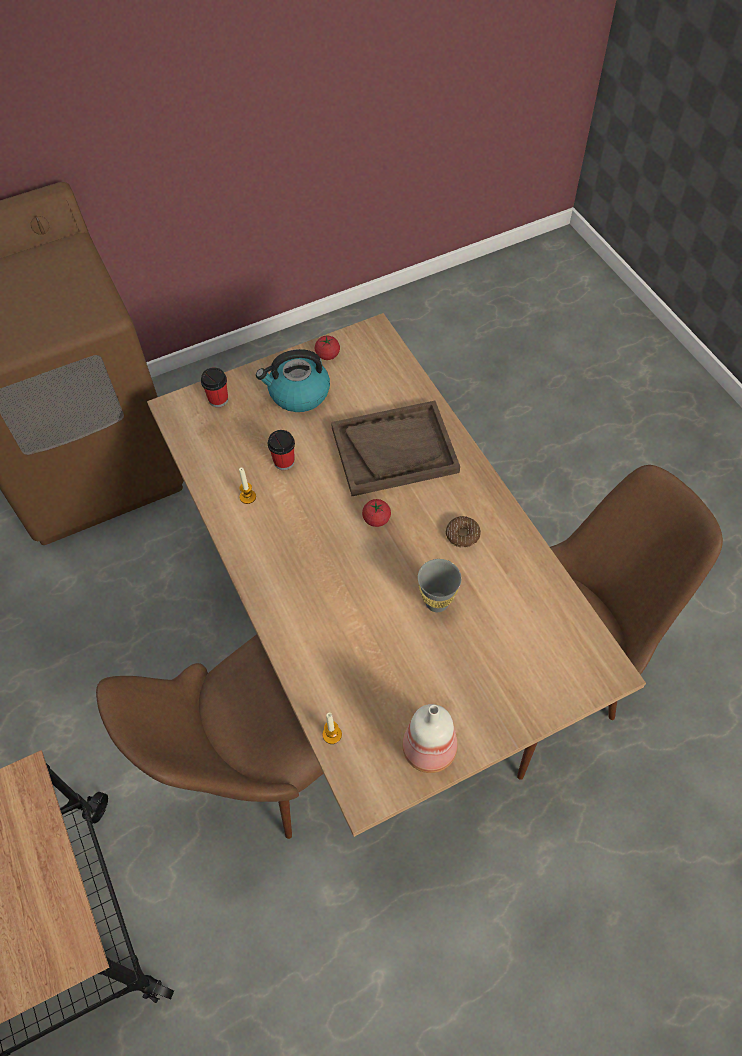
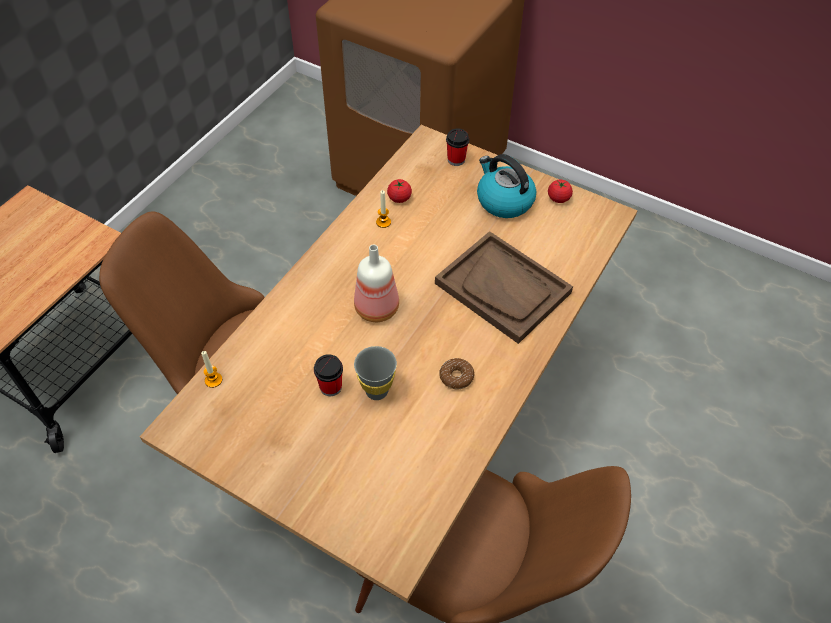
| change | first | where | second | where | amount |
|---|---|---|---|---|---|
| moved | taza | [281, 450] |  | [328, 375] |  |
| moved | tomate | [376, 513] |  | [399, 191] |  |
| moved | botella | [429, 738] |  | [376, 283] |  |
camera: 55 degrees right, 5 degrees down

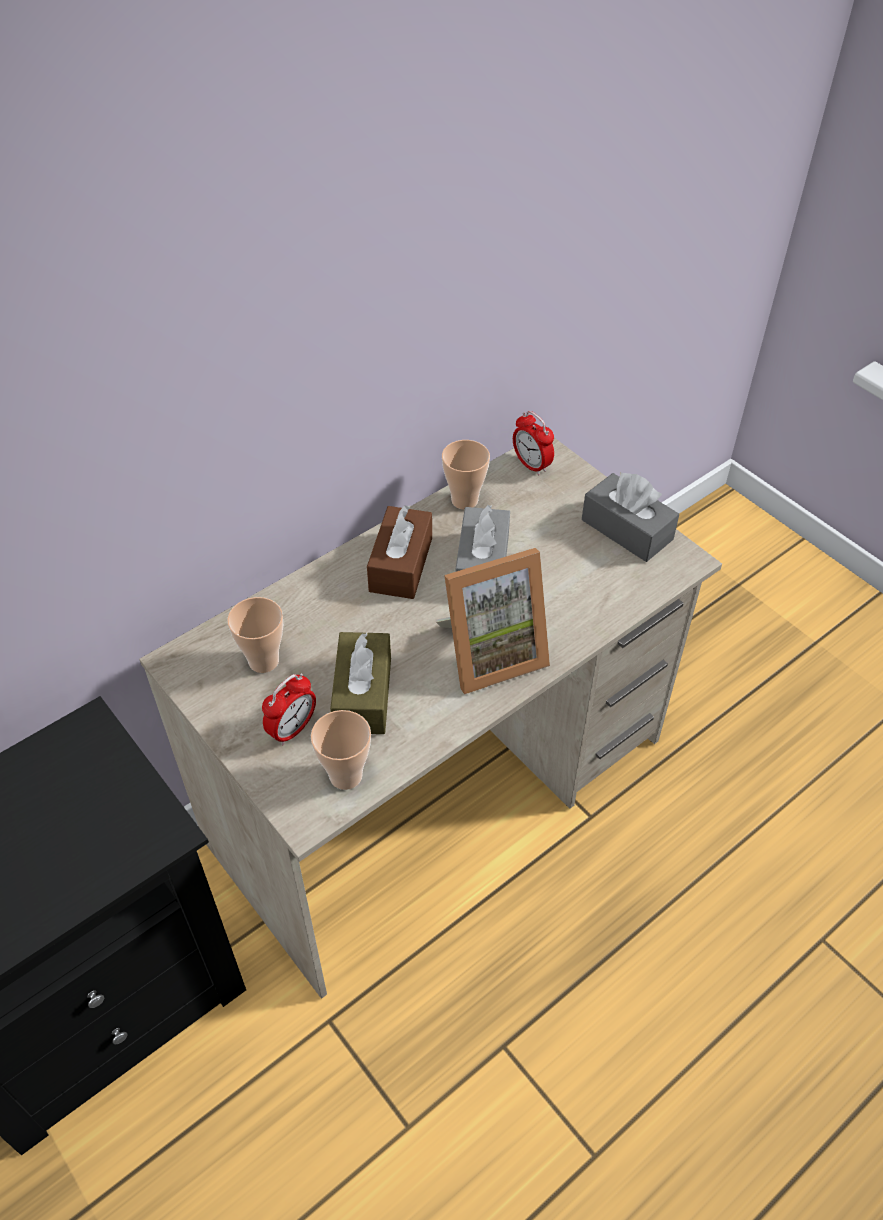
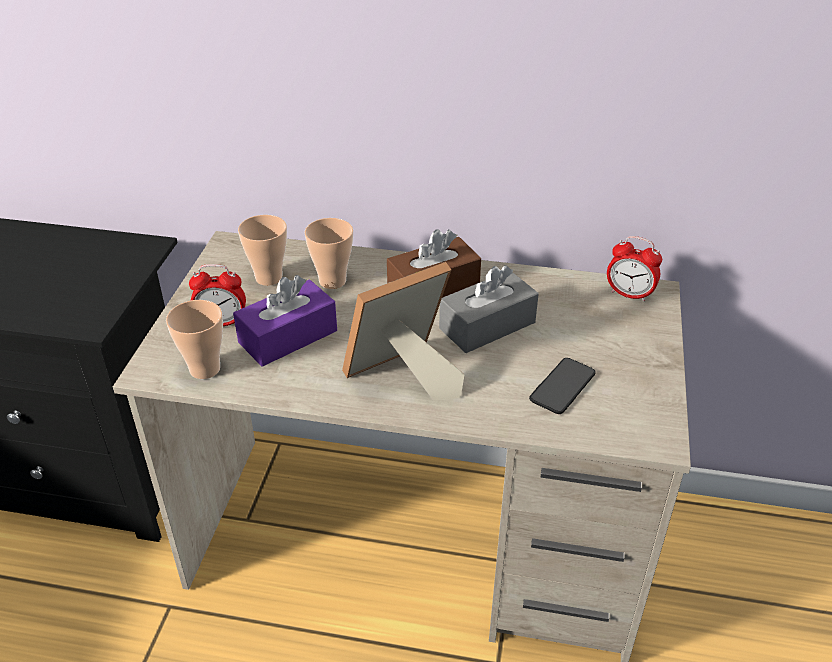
| change | first | where | second | where | amount |
|---|---|---|---|---|---|
| turned | despertador | [533, 443] |  | [634, 269] | 75 degrees counterclockwise |
| moved | taza | [466, 475] |  | [328, 253] |  |
| removed | caja de pañuelos [gris] | [630, 517] |  |  |  |
| turned | portarretratos | [493, 621] |  | [403, 331] | 120 degrees clockwise |
| recoloured | caja de pañuelos [marrón] | [360, 683] | caja de pañuelos [morado] | [285, 321] |  |
| added |  |  | móvil | [562, 386] |  |
camera: 50 degrees right, 10 degrees down

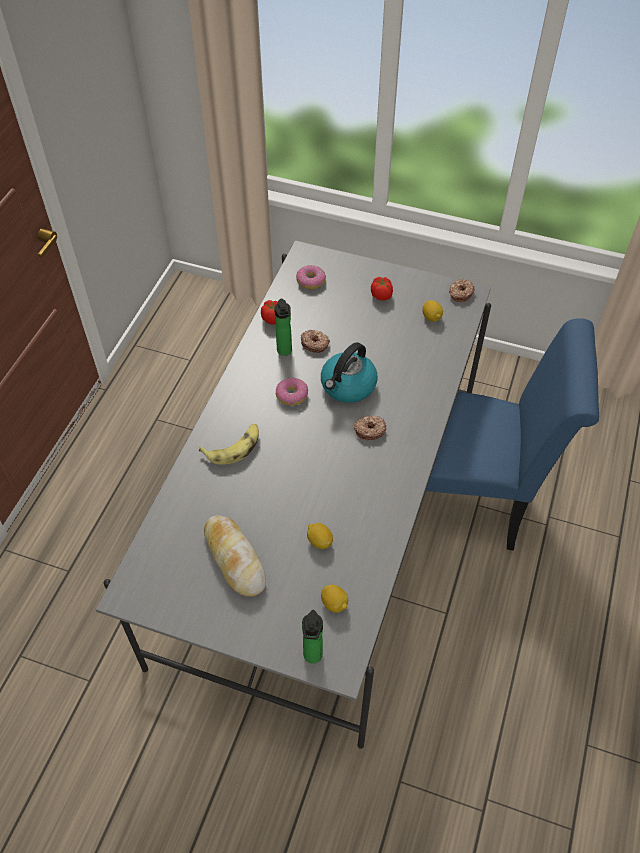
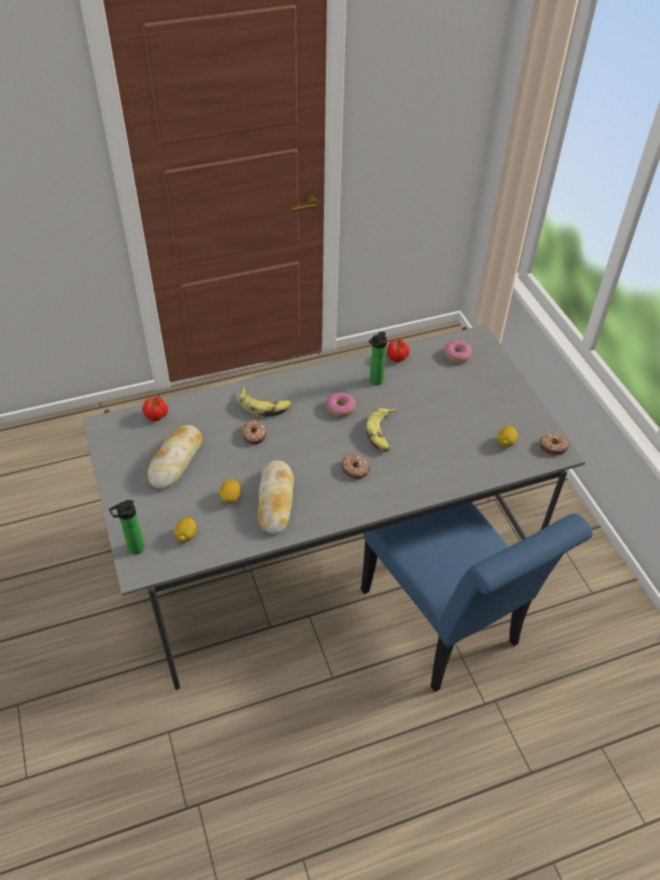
| change | first | where | second | where | amount |
|---|---|---|---|---|---|
| moved | tomate | [382, 289] |  | [155, 409] |  |
| moved | rosquilla | [315, 341] |  | [254, 432] |  |
| replaced | hervidor | [349, 372] | plátano | [381, 430] |  |
| added |  |  | pan | [276, 497] |  |
camera: 50 degrees right, 5 degrees down

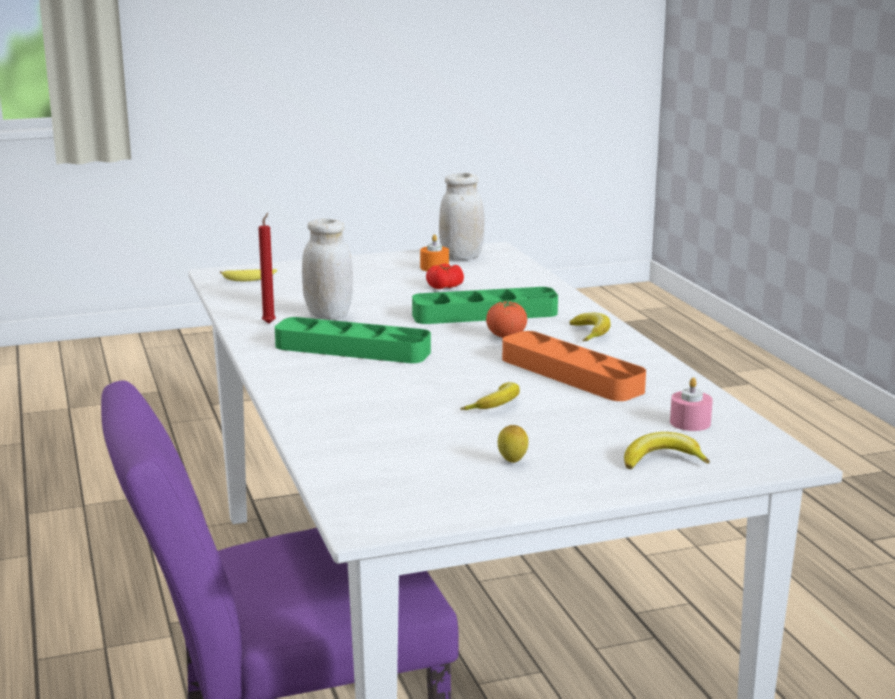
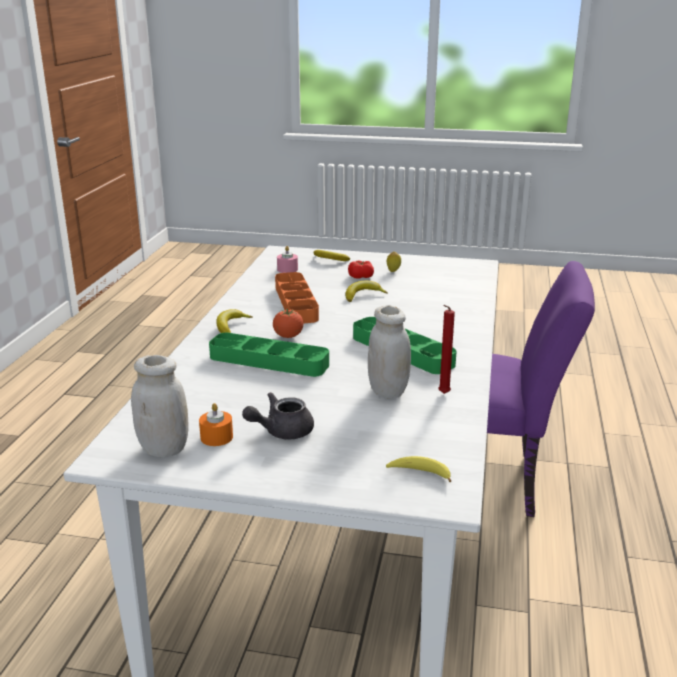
| change | first | where | second | where | amount |
|---|---|---|---|---|---|
| moved | tomate | [445, 276] |  | [361, 270] |  |
| added |  |  | tetera [gris] | [278, 416] |  |
camera: 150 degrees left, 5 degrees up

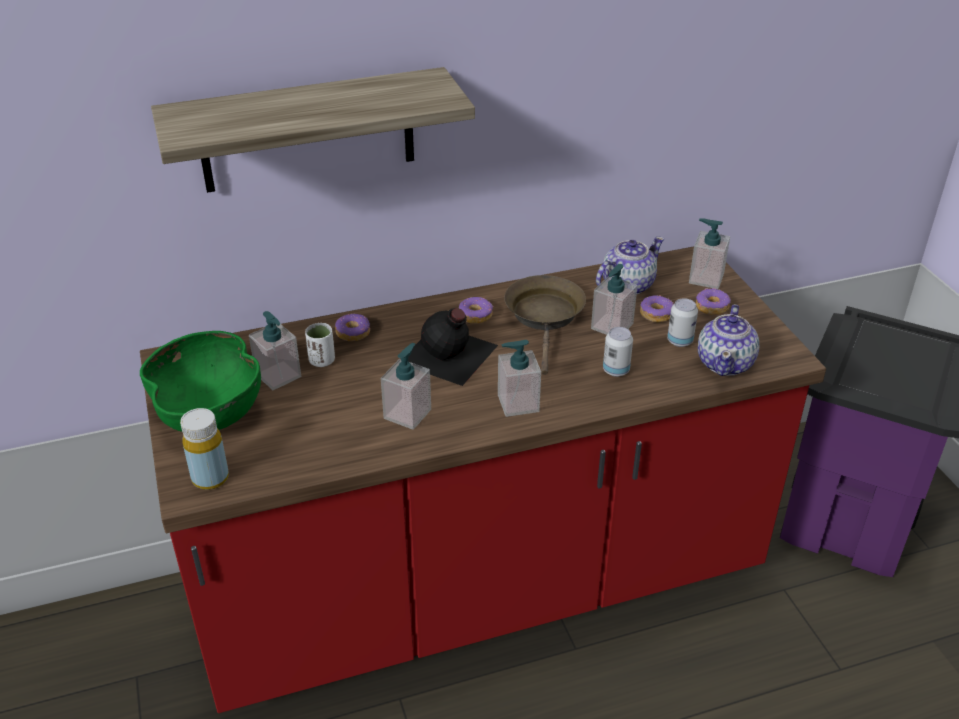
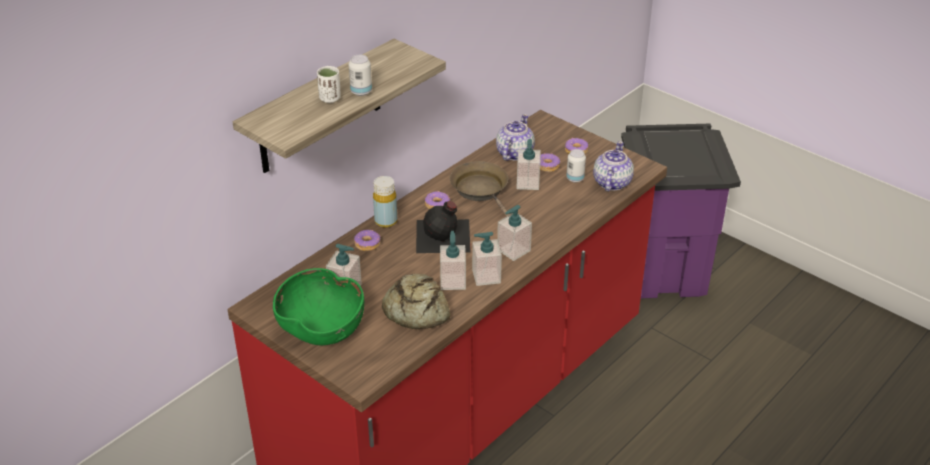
| change | first | where | second | where | amount |
|---|---|---|---|---|---|
| moved | dispensador de jabón | [709, 253] |  | [487, 259] |  |
| turned | tetera | [728, 340] |  | [613, 166] | 150 degrees counterclockwise |
| moved | taza [blanco] | [320, 345] |  | [329, 84] |  |
| moved | lata | [618, 352] |  | [360, 75] |  |
| moved | botella [amarillo] | [204, 449] |  | [385, 202] |  |
| added |  |  | pan | [416, 301] |  |
camera: 30 degrees left, 0 degrees up

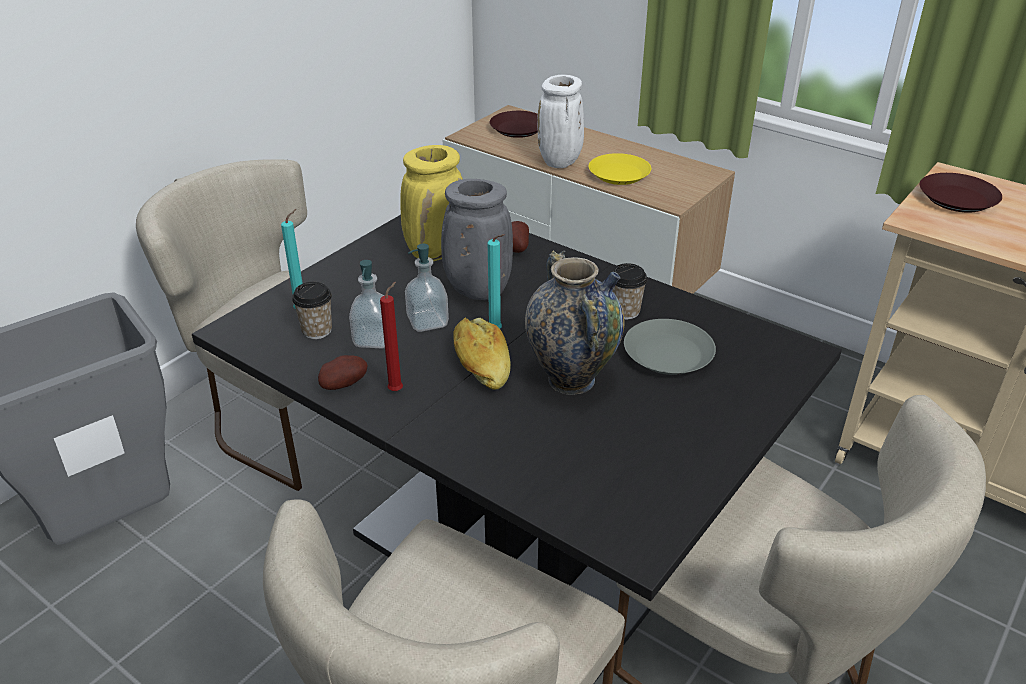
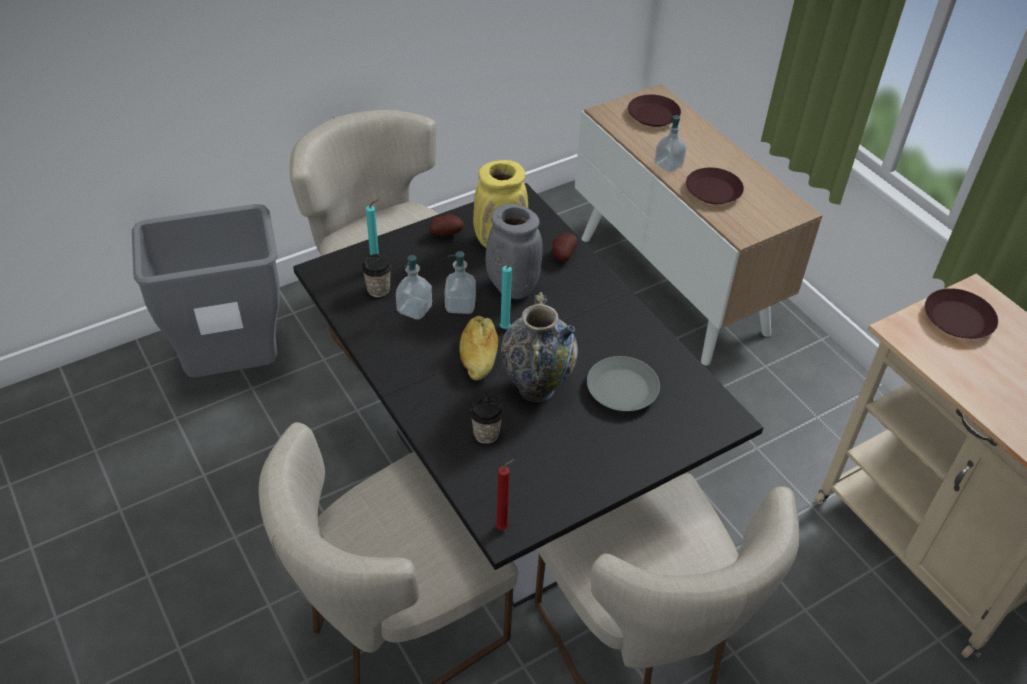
| change | first | where | second | where | amount |
|---|---|---|---|---|---|
| replaced | florero [blanco] | [560, 121] | dispensador de jabón | [670, 143] |  |
| recoloured | plato [amarillo] | [620, 169] | plato [marrón] | [715, 185] |  |
| moved | taza | [629, 291] |  | [487, 420] |  |
| moved | vela [rojo] | [391, 336] |  | [505, 494] |  |
| moved | patata | [342, 372] |  | [446, 225] |  |
camera: 20 degrees right, 10 degrees up

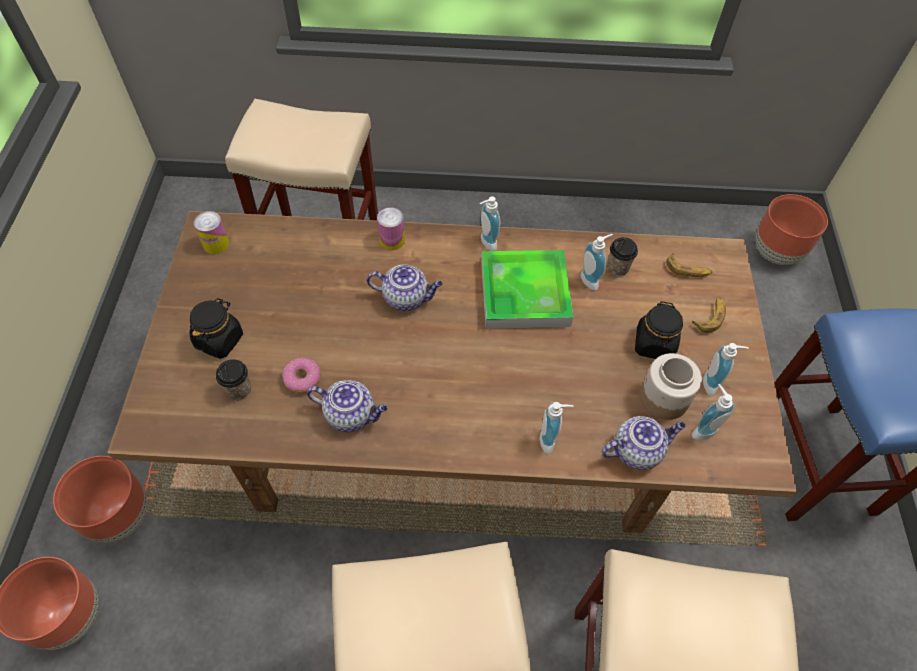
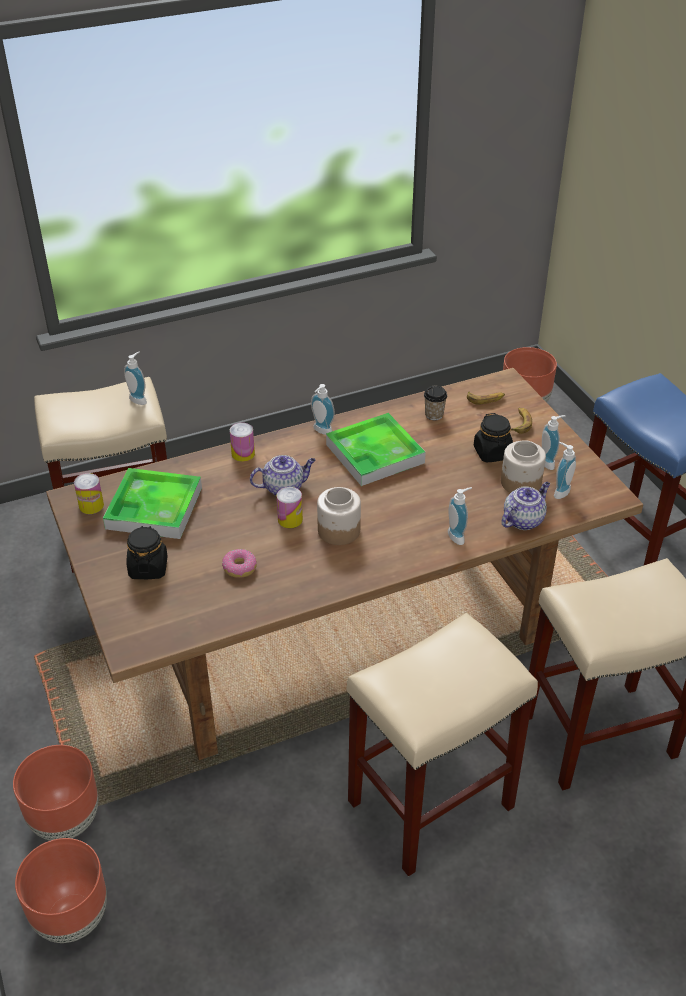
| change | first | where | second | where | amount |
|---|---|---|---|---|---|
| moved | dispensador de jabón | [596, 262] |  | [135, 378] |  |
| removed | taza | [233, 379] |  |  |  |
| removed | tetera | [347, 406] |  |  |  |
| added |  |  | bandeja | [152, 503] |  |
| added |  |  | lata | [290, 507] |  |
| added |  |  | tarro | [339, 516] |  |
camera: 25 degrees left, 15 degrees down

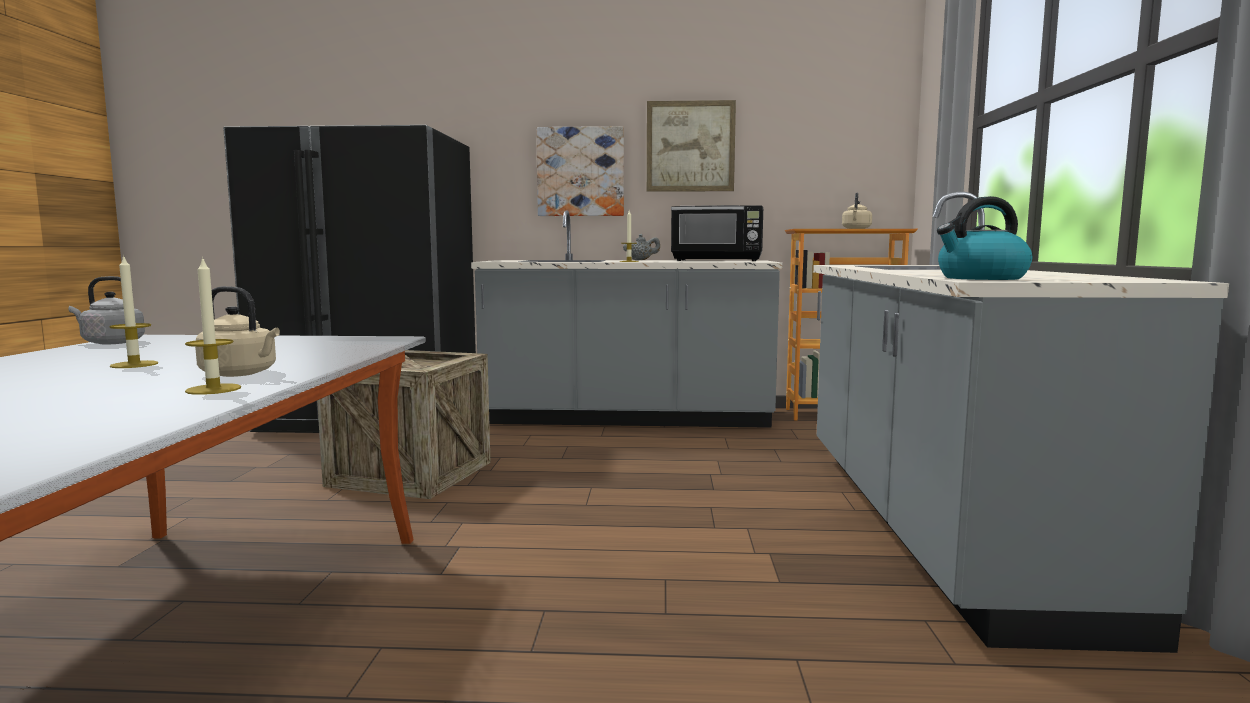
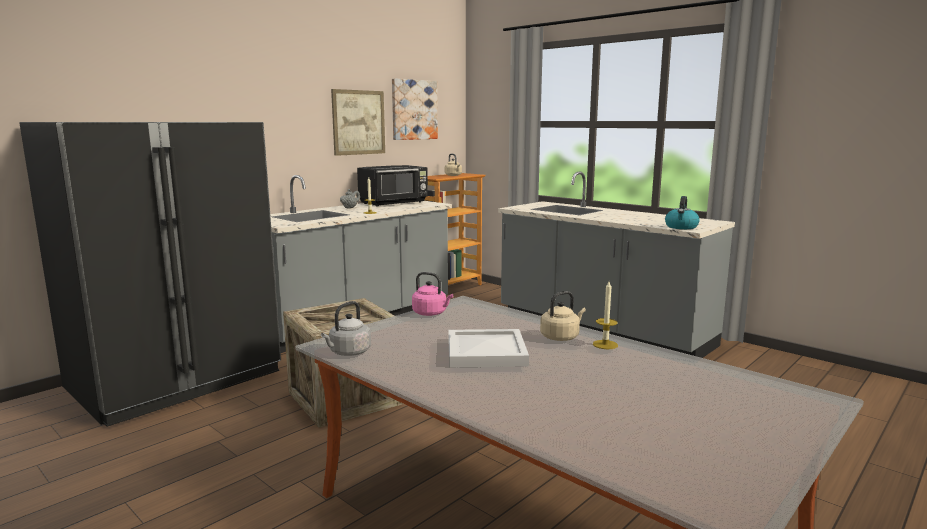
| change | first | where | second | where | amount |
|---|---|---|---|---|---|
| moved | cuadro | [580, 171] |  | [415, 109] |  |
| replaced | vela | [133, 311] | bandeja [blanco] | [488, 348] |  |
| added |  |  | hervidor [rosa] | [432, 294] |  |
camera: 50 degrees left, 5 degrees up

